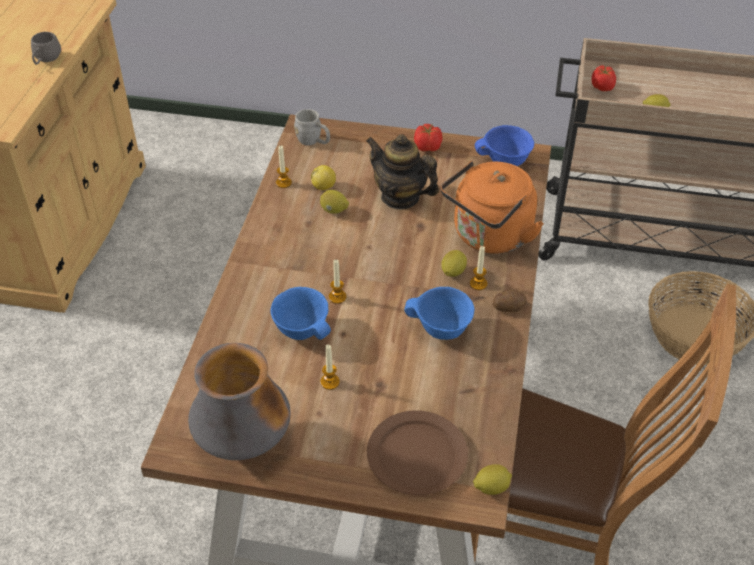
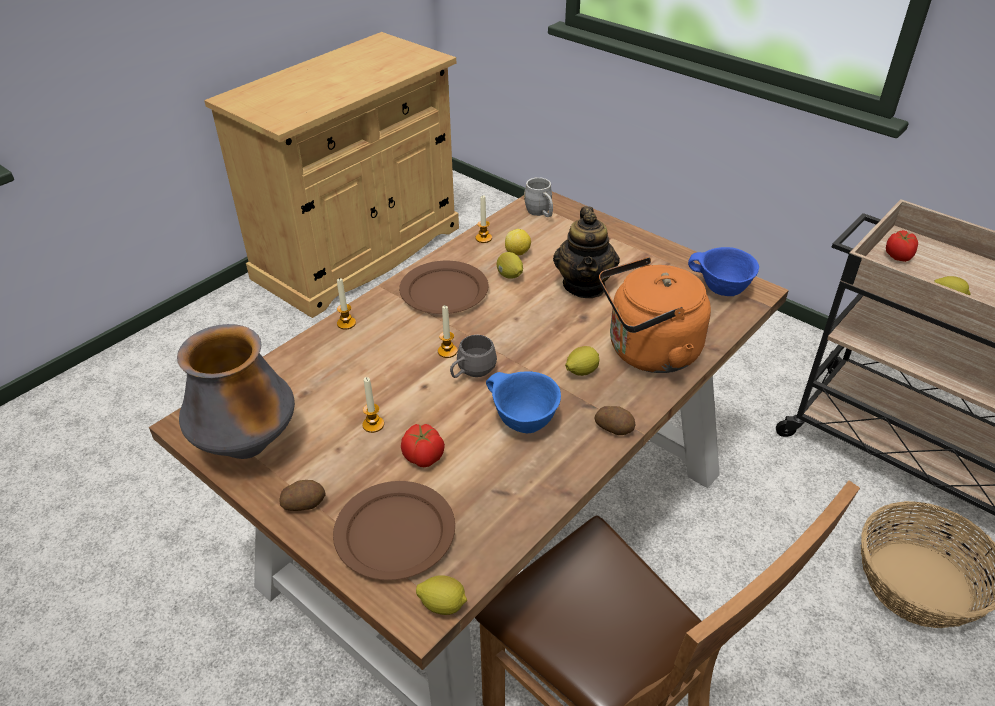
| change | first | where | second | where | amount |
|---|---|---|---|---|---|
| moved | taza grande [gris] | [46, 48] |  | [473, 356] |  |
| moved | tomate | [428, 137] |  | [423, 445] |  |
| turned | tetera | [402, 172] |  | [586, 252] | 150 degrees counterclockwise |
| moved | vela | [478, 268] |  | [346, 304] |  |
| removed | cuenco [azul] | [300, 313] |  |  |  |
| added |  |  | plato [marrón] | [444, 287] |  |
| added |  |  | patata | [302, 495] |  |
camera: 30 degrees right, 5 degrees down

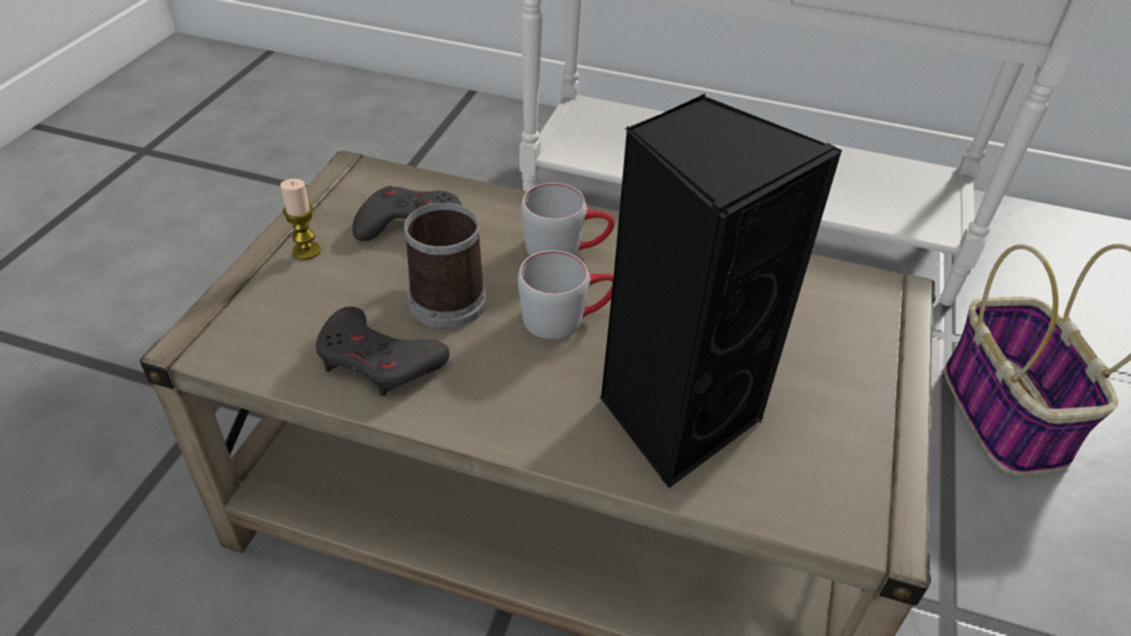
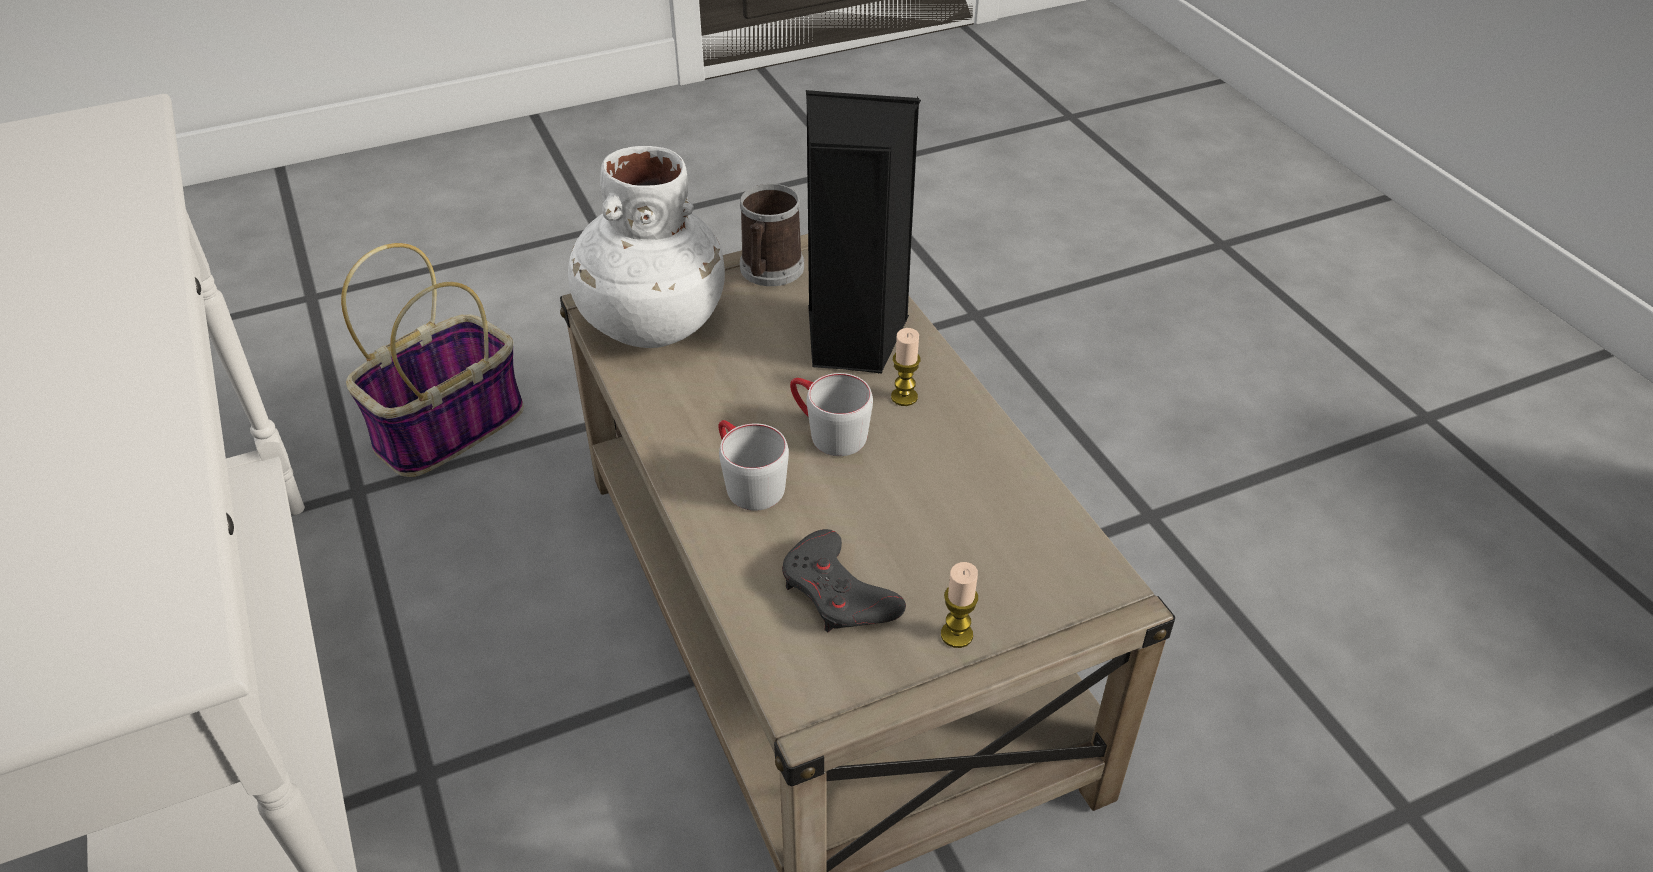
| change | first | where | second | where | amount |
|---|---|---|---|---|---|
| moved | taza grande | [445, 263] |  | [772, 235] |  |
| removed | mando de consola [gris] | [383, 351] |  |  |  |
| added |  |  | florero [blanco] | [646, 247] |  |
| added |  |  | vela | [906, 367] |  |
camera: 130 degrees left, 0 degrees up

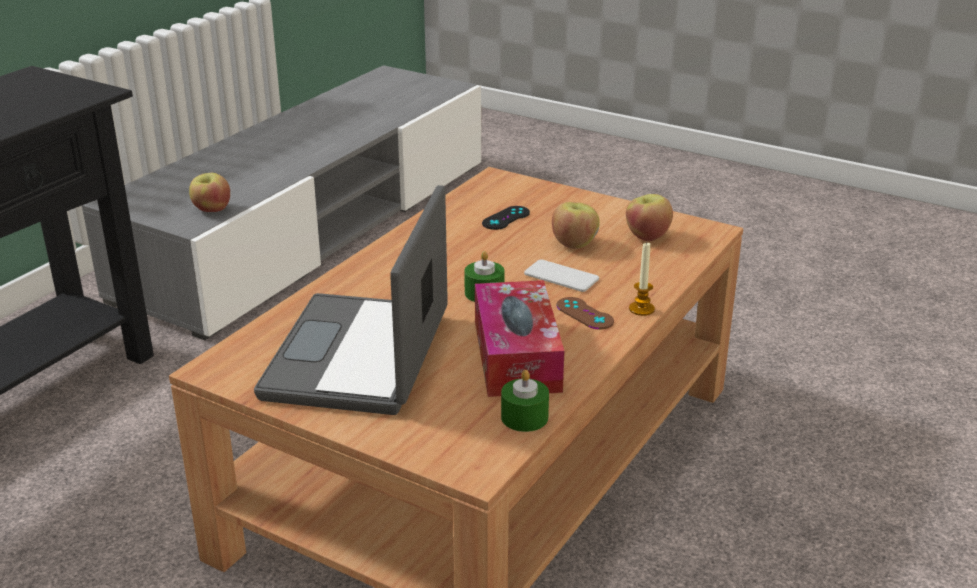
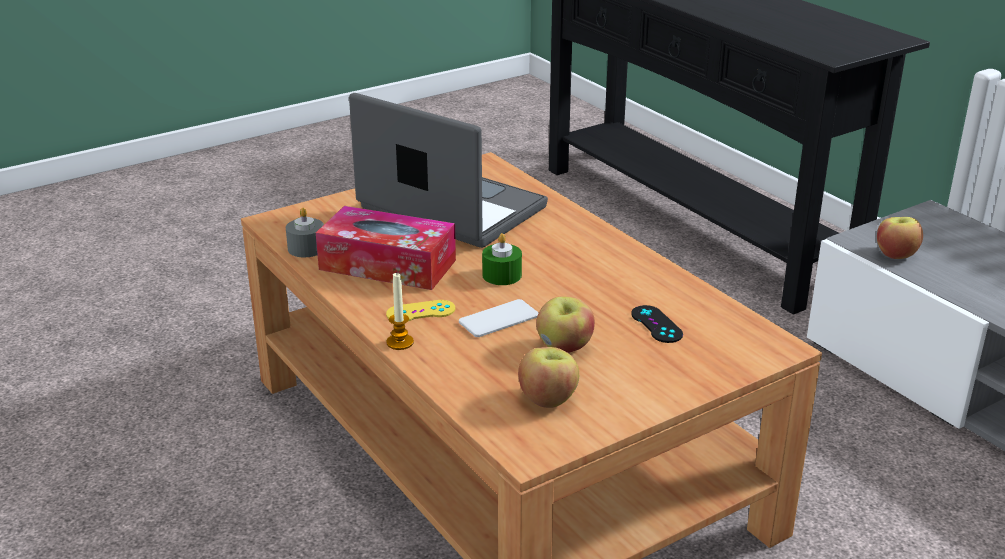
| change | first | where | second | where | amount |
|---|---|---|---|---|---|
| recoloured | mando de consola [marrón] | [585, 313] | mando de consola [amarillo] | [420, 310] |  |
| recoloured | vela [verde] | [525, 401] | vela [gris] | [305, 232] |  |
camera: 115 degrees right, 0 degrees up

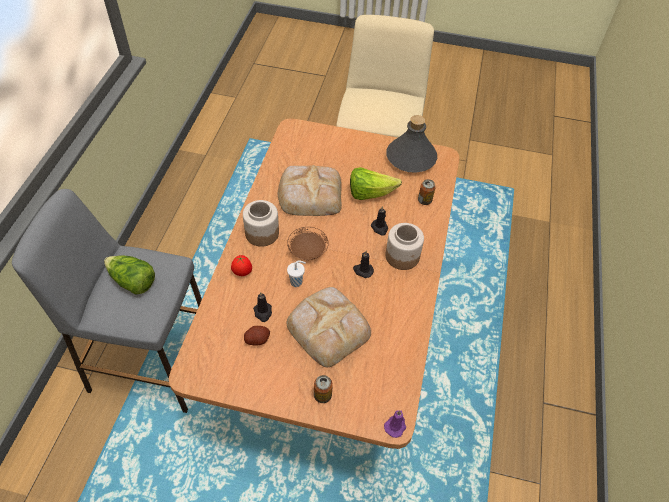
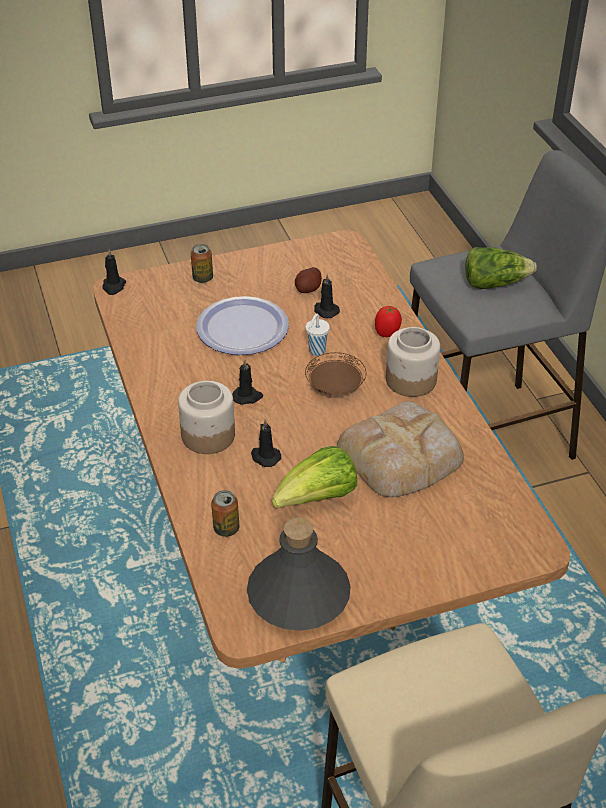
| change | first | where | second | where | amount |
|---|---|---|---|---|---|
| replaced | pan | [328, 327] | plato | [242, 325] |  |
| recoloured | vela [morado] | [395, 424] | vela [negro] | [114, 272] |  |
camera: 150 degrees right, 10 degrees down

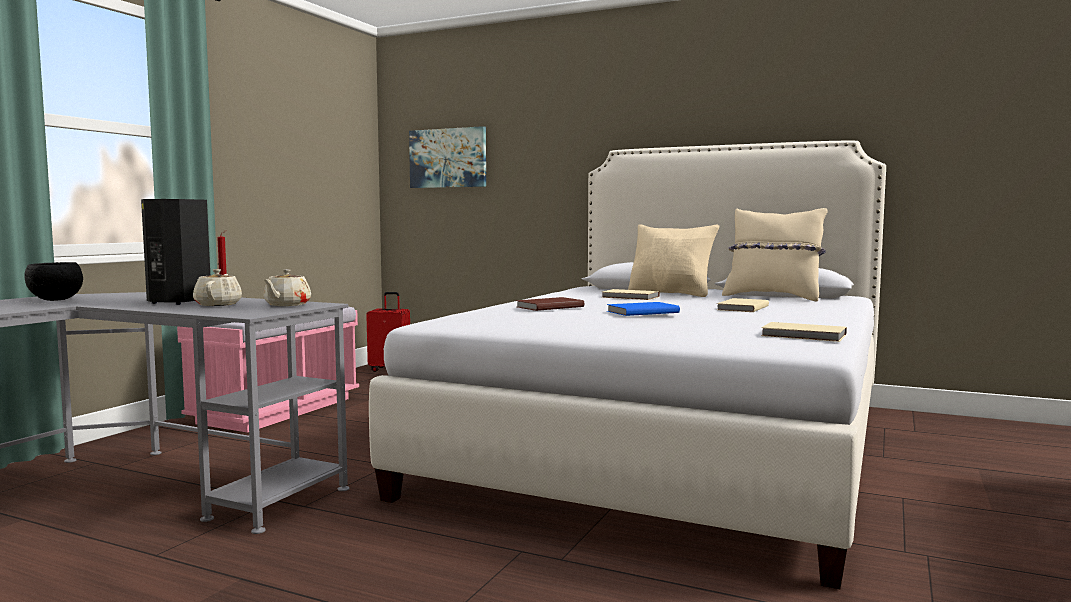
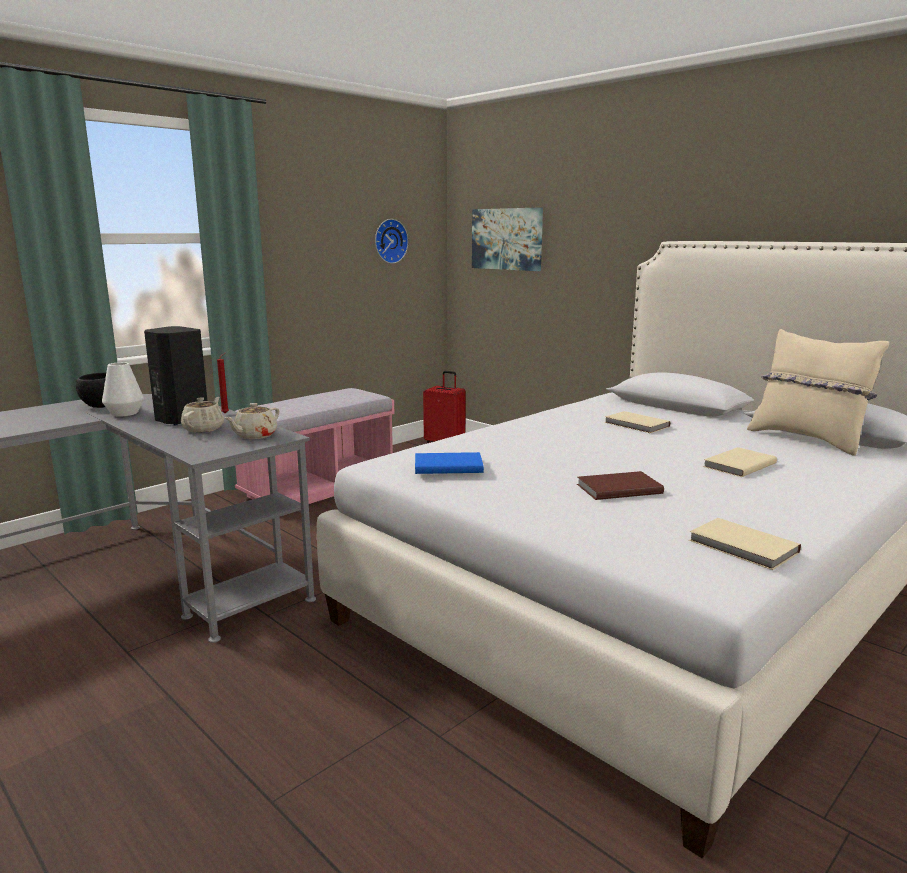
| change | first | where | second | where | amount |
|---|---|---|---|---|---|
| removed | cojín [beis] | [673, 260] |  |  |  |
| moved | libro [marrón] | [550, 304] |  | [620, 485] |  |
| moved | libro [azul] | [643, 309] |  | [449, 463] |  |
| added |  |  | reloj de pared | [392, 241] |  |
| added |  |  | florero [blanco] | [123, 389] |  |
camera: 20 degrees right, 10 degrees up

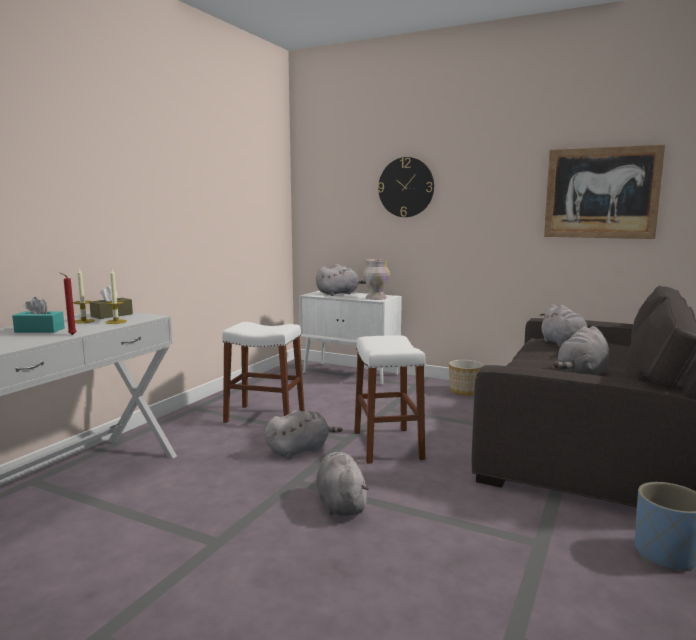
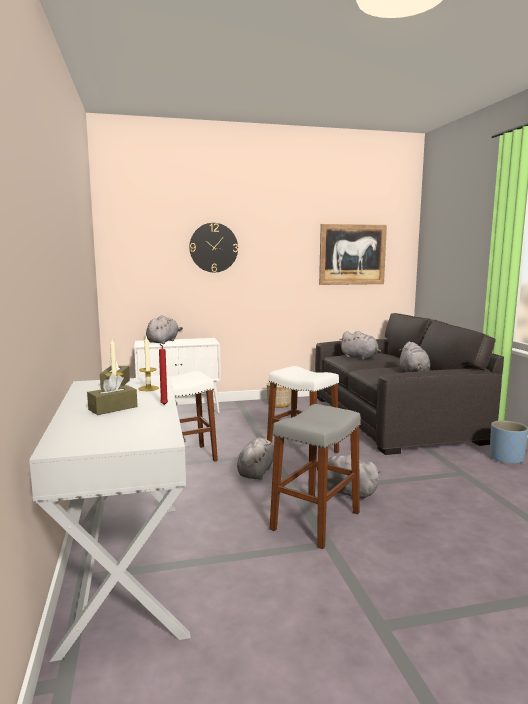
| change | first | where | second | where | amount |
|---|---|---|---|---|---|
| removed | florero | [376, 279] |  |  |  |
| recoloured | caja de pañuelos [turquesa] | [38, 315] | caja de pañuelos [marrón] | [112, 394] |  |
| added |  |  | taburete [gris] | [315, 476] |  |
camera: 40 degrees left, 0 degrees up

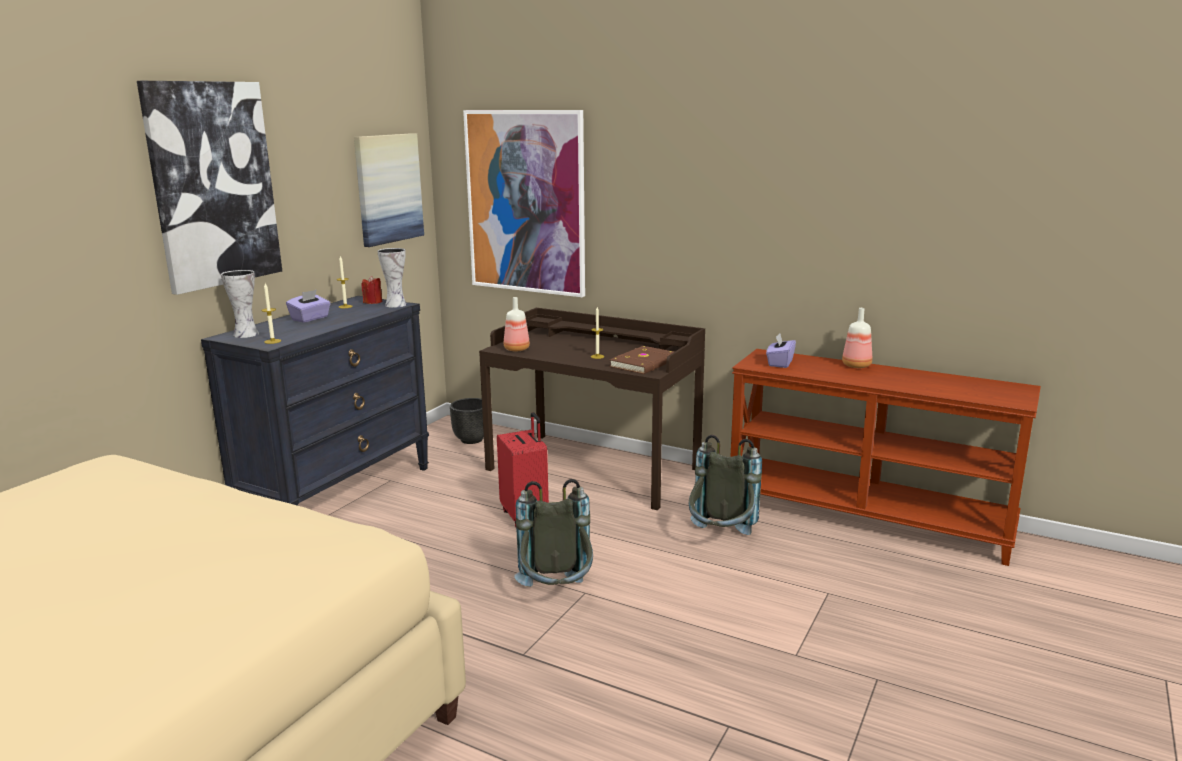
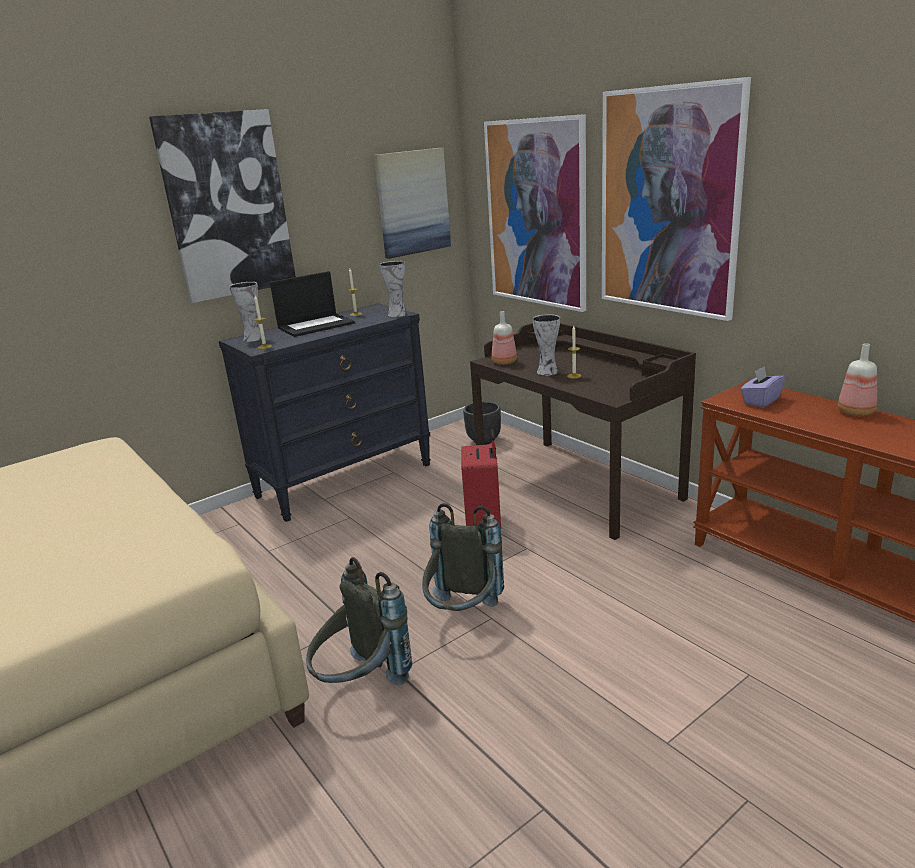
| change | first | where | second | where | amount |
|---|---|---|---|---|---|
| removed | vela [rojo] | [371, 290] |  |  |  |
| replaced | caja de pañuelos [morado] | [308, 306] | portátil | [312, 304] |  |
| removed | libro [marrón] | [641, 360] |  |  |  |
| moved | mochila [gris] | [725, 485] |  | [359, 621] |  |
| added |  |  | cuadro | [676, 199] |  |
| added |  |  | florero | [546, 345] |  |
camera: 25 degrees right, 5 degrees up

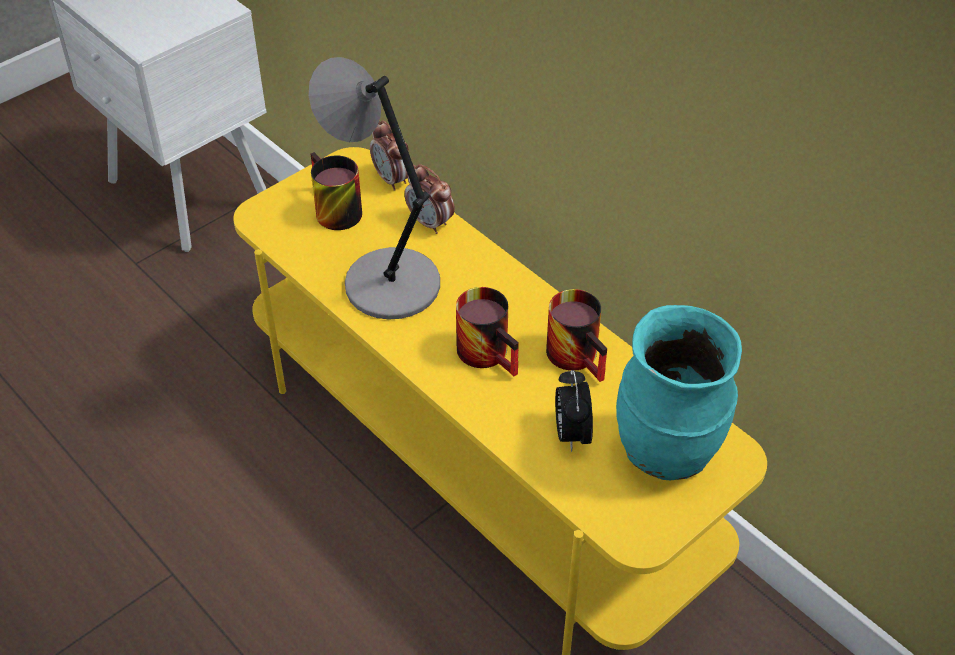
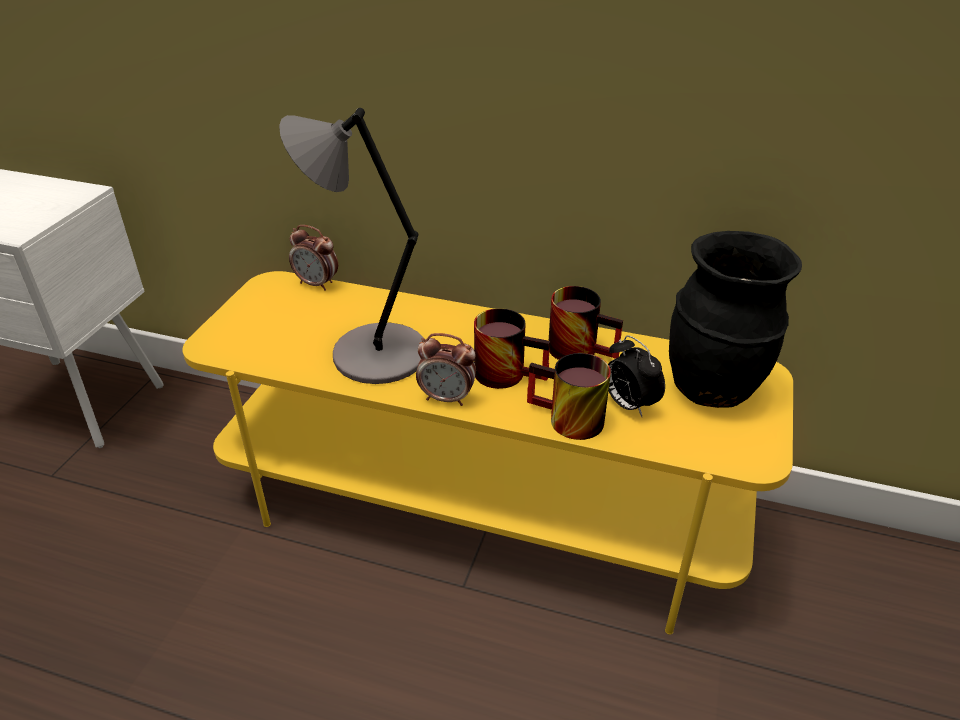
| change | first | where | second | where | amount |
|---|---|---|---|---|---|
| moved | taza grande | [336, 191] |  | [569, 396] |  |
| moved | despertador | [429, 199] |  | [446, 369] |  |
| recoloured | florero [turquesa] | [679, 392] | florero [negro] | [735, 319] |  |
camera: 30 degrees left, 10 degrees down

